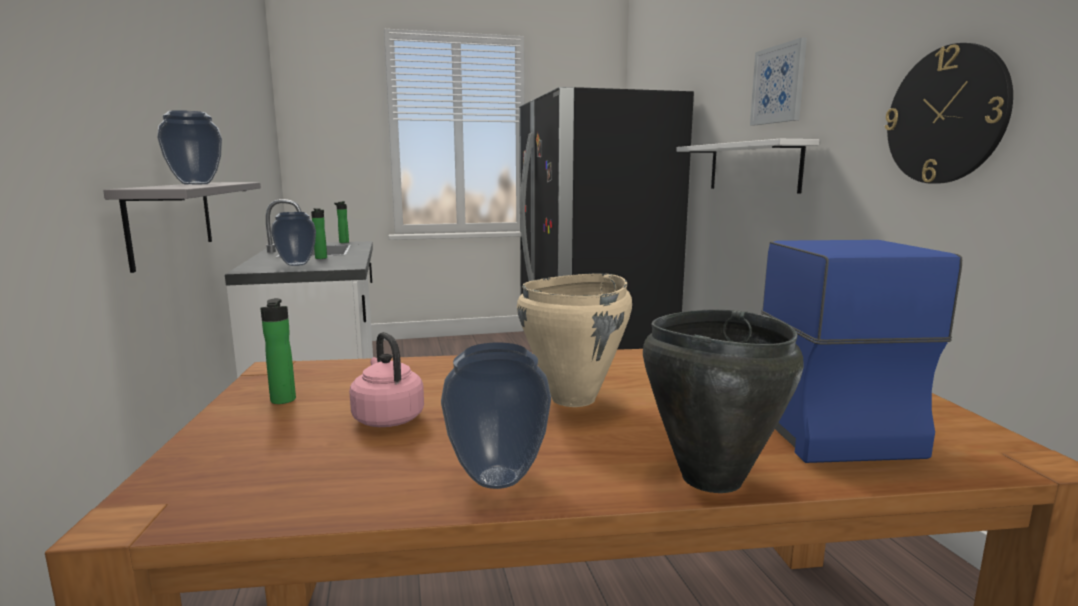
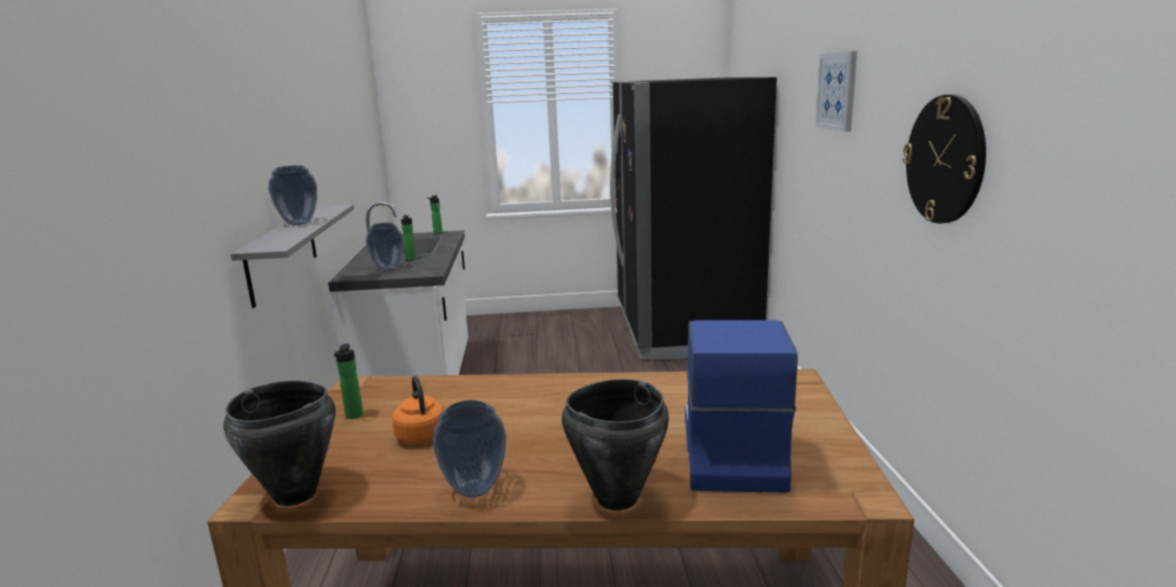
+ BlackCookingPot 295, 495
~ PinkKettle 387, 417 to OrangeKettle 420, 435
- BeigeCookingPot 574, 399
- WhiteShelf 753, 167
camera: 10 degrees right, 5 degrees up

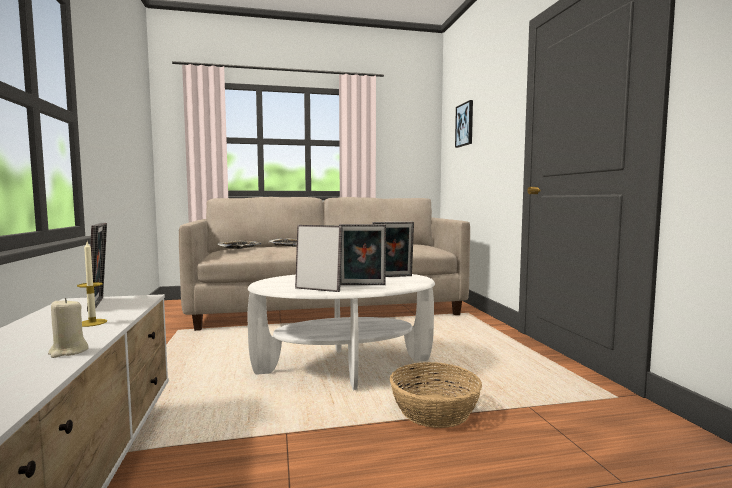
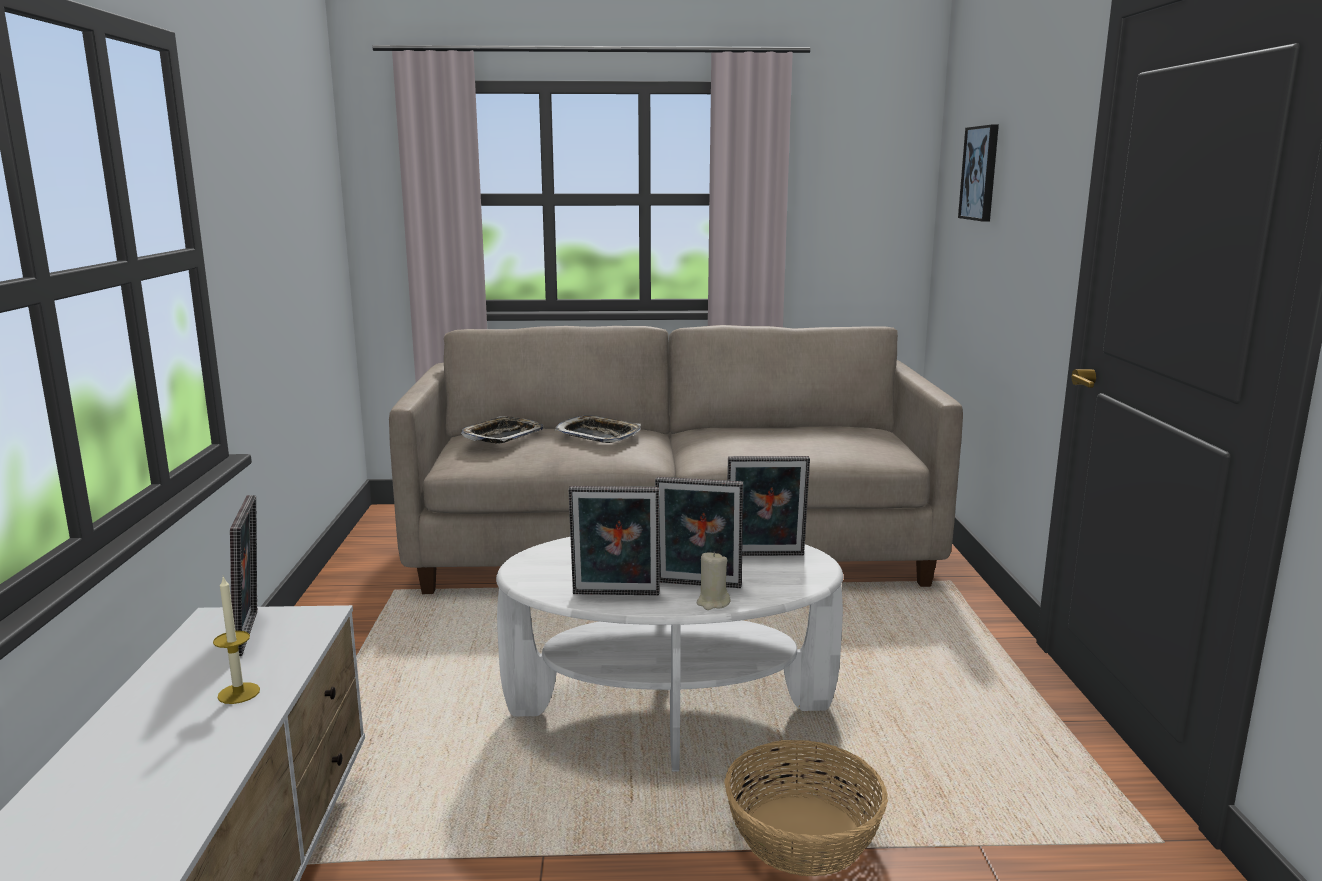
~ PictureFrame 318, 289 = 615, 595 150 degrees clockwise
~ BeigeCandle 68, 352 to 712, 603
camera: 10 degrees right, 10 degrees up

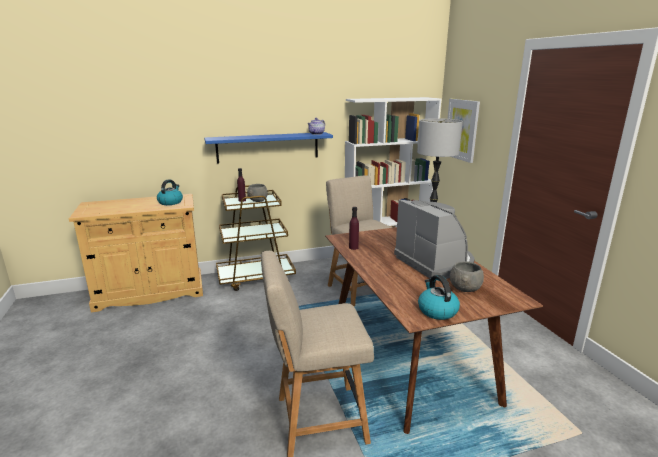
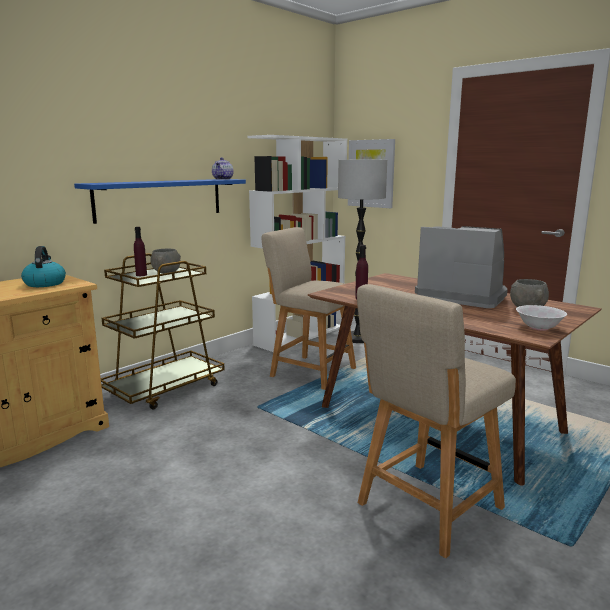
~ Kettle 437, 310 to WhiteBowl 539, 328
camera: 30 degrees left, 5 degrees down

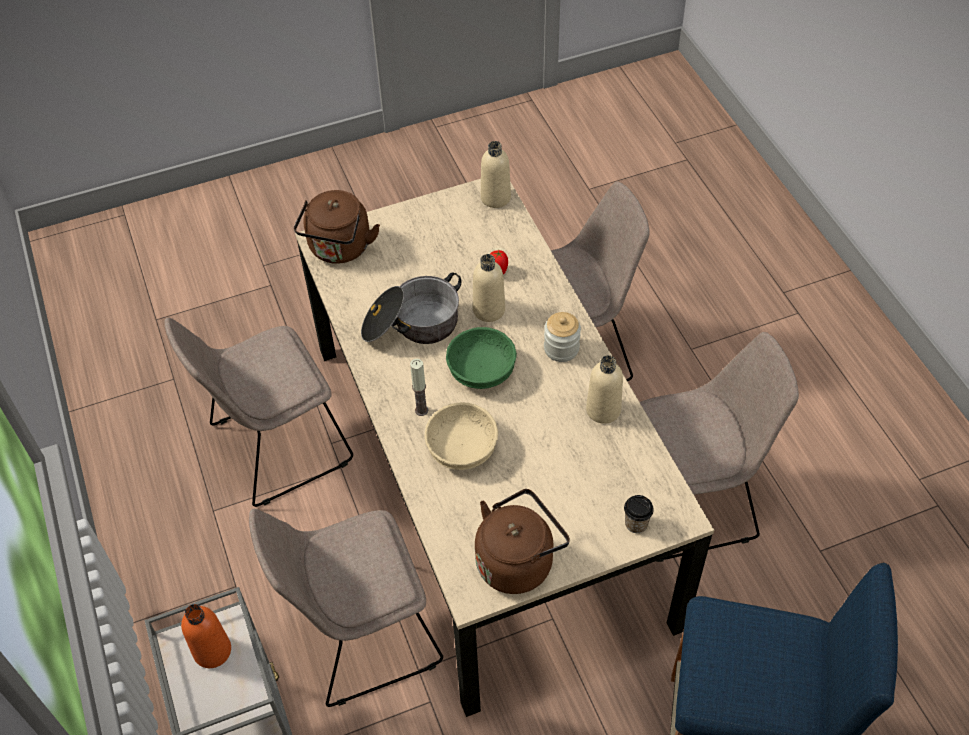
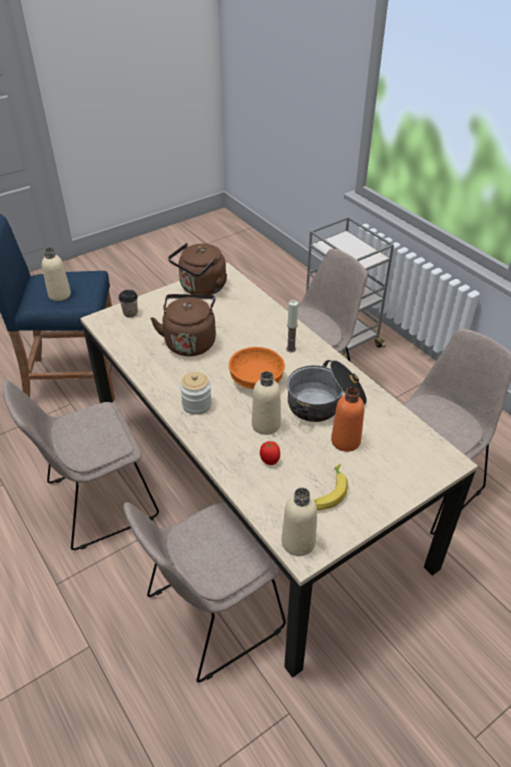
~ BeigeBottle 603, 410 to 59, 295
~ BrownKettle 339, 249 to 190, 341
~ GreenBowl 481, 369 to OrangeBowl 256, 380
+ Banana 328, 492
~ OrangeBottle 212, 651 to 345, 441
- BeigeBowl 461, 448
camera: 165 degrees right, 10 degrees down

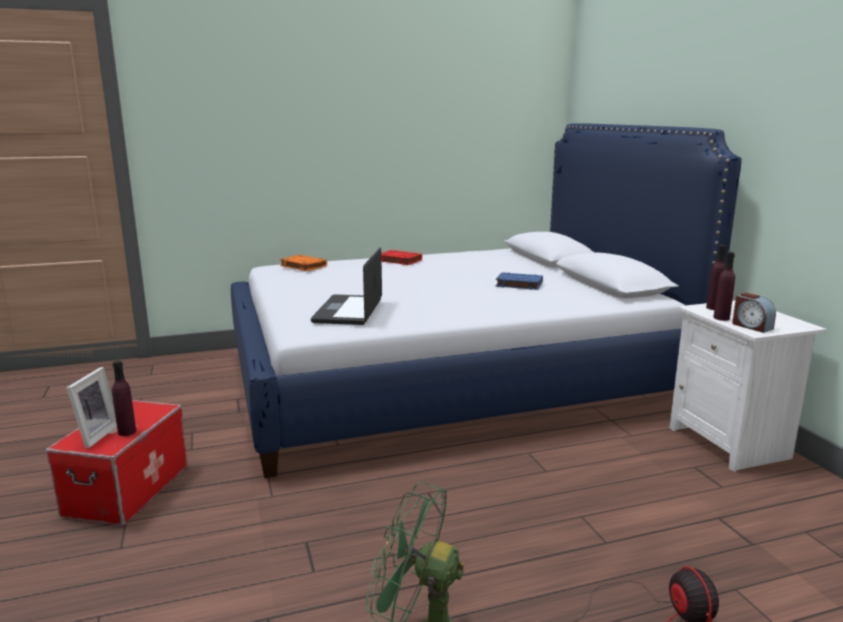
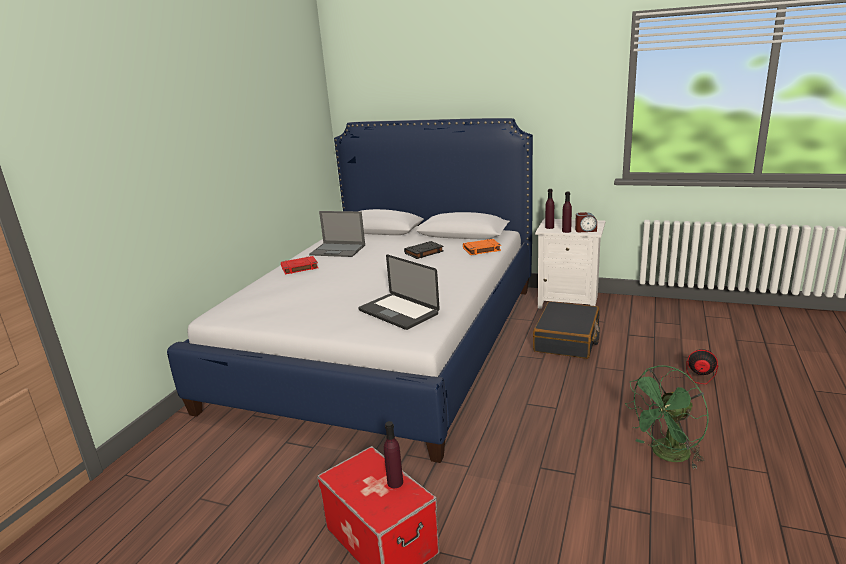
+ Laptop 338, 250
~ BlueBook 518, 284 to BlackBook 423, 252
~ OrangeBook 303, 266 to 481, 249
+ BlackSuitcase 567, 340
- PictureFrame 94, 435
camera: 50 degrees left, 5 degrees up

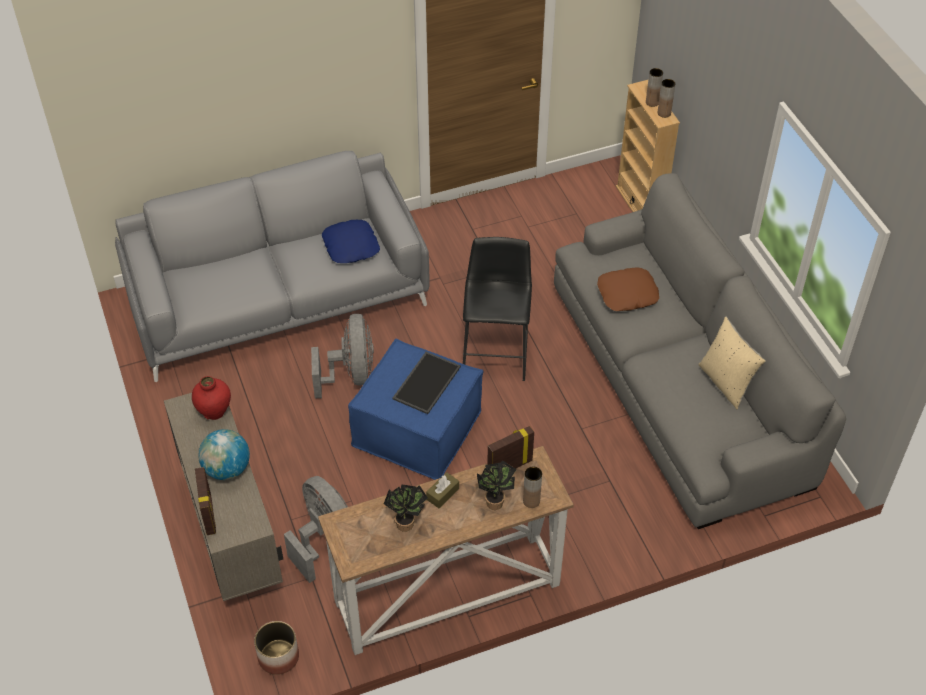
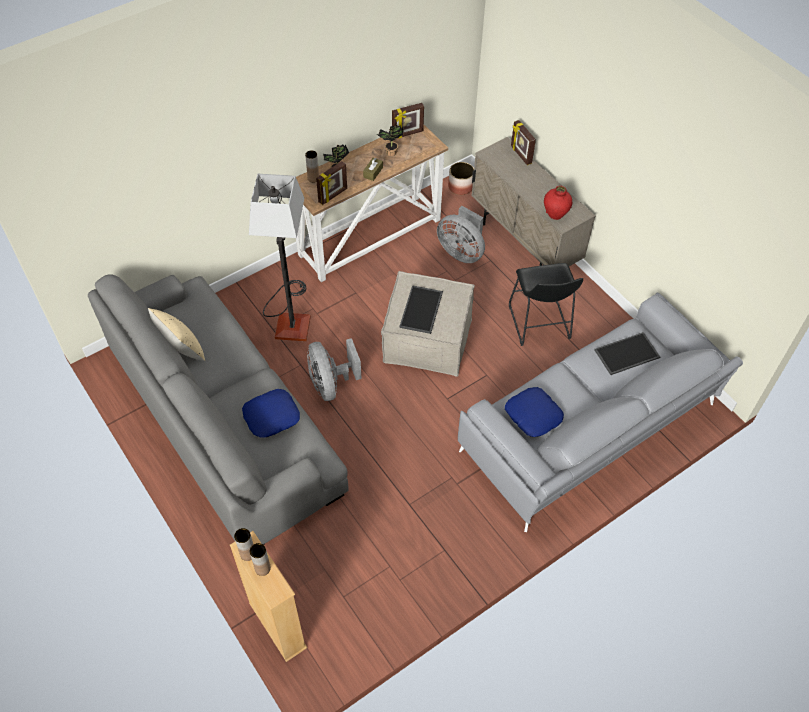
~ BrownPillow 627, 294 to BluePillow 271, 416
+ FloorLamp 291, 318
~ GreyFan 351, 374 to 330, 384
~ BlueOttoman 417, 429 to BeigeOttoman 427, 339
+ PictureFrame 407, 134
~ BlackStool 496, 350 to 539, 325
+ Tray 627, 354
- Globe 227, 469
camera: 165 degrees right, 5 degrees up

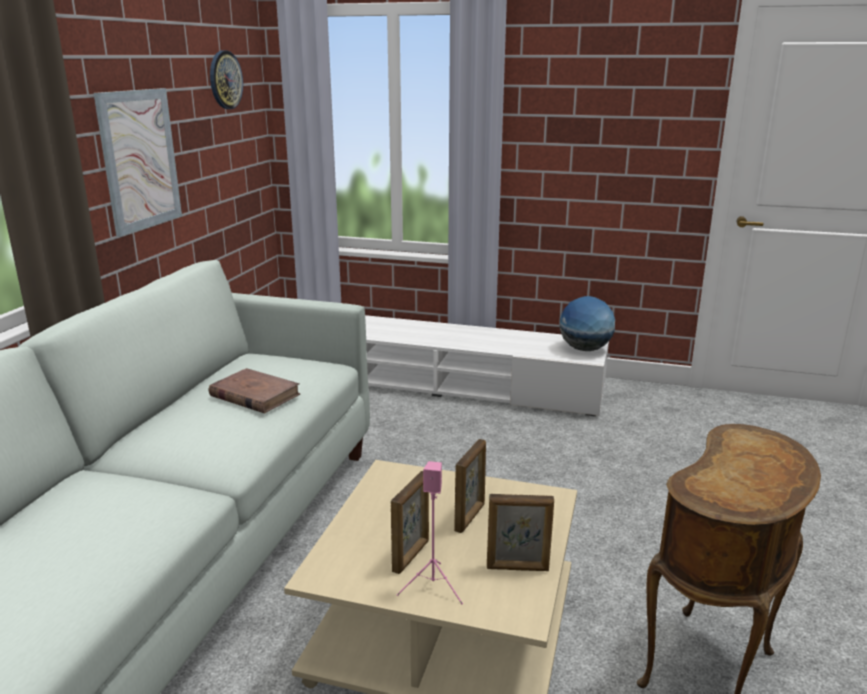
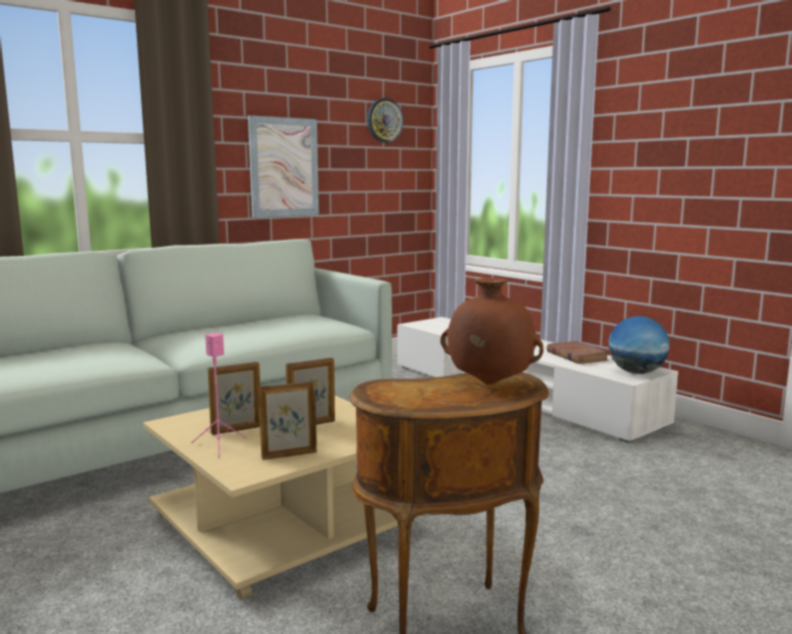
~ PictureFrame 517, 568 = 288, 455 120 degrees clockwise
+ BrownVase 488, 384
~ BrownBook 254, 395 to 576, 356
camera: 35 degrees right, 10 degrees down

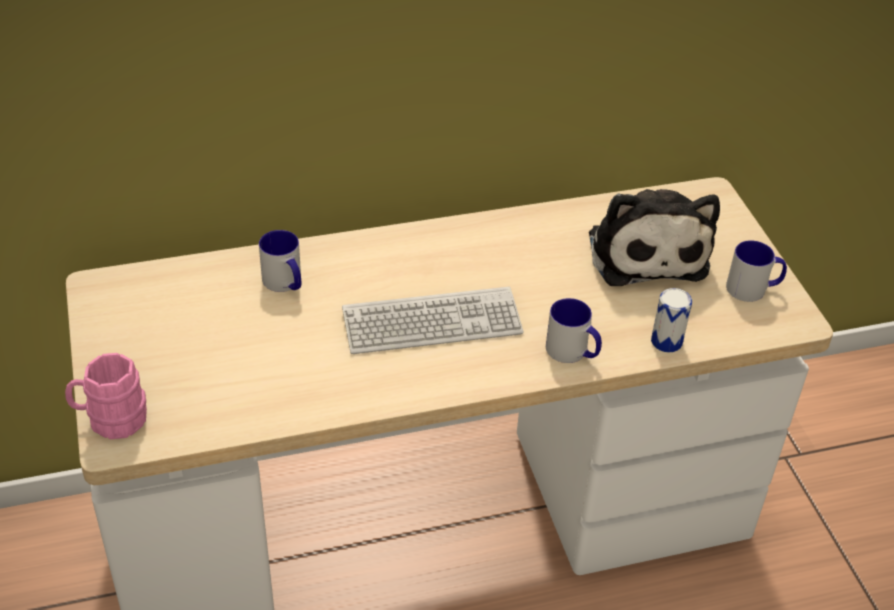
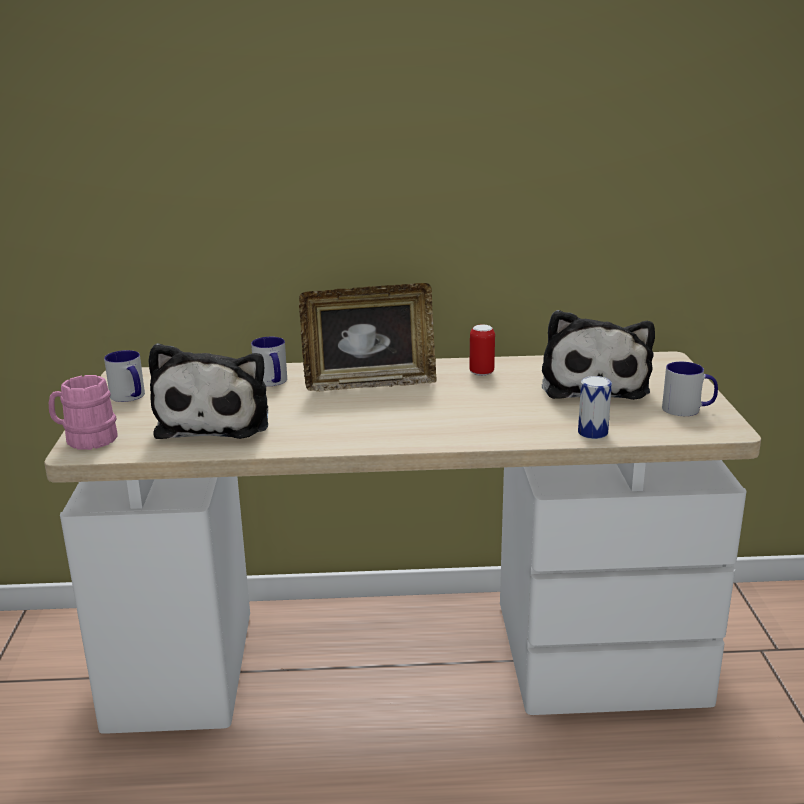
~ Mug 572, 352 to 130, 397
+ PlushToy 216, 420
+ PictureFrame 369, 383
+ Can 481, 373
- Keyboard 432, 323
camera: 15 degrees right, 20 degrees down

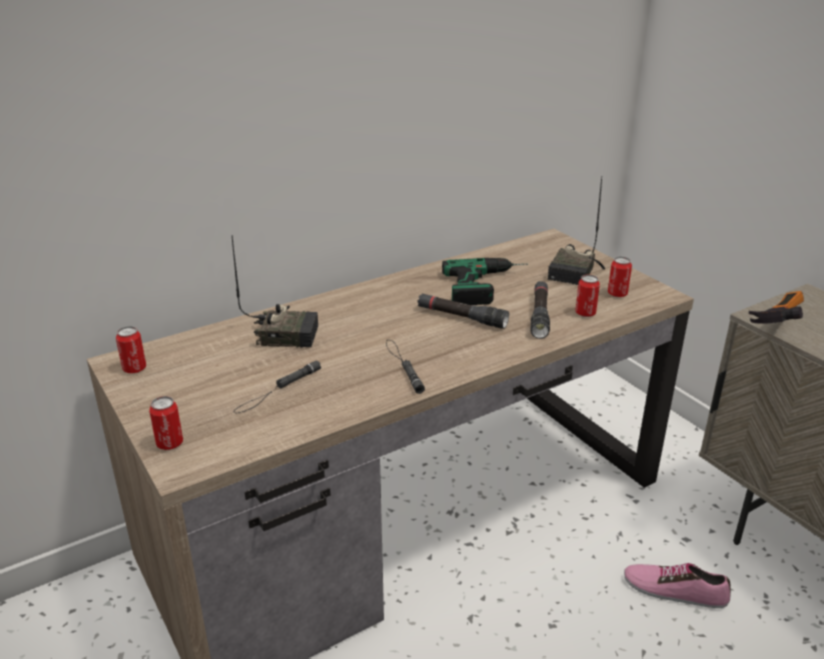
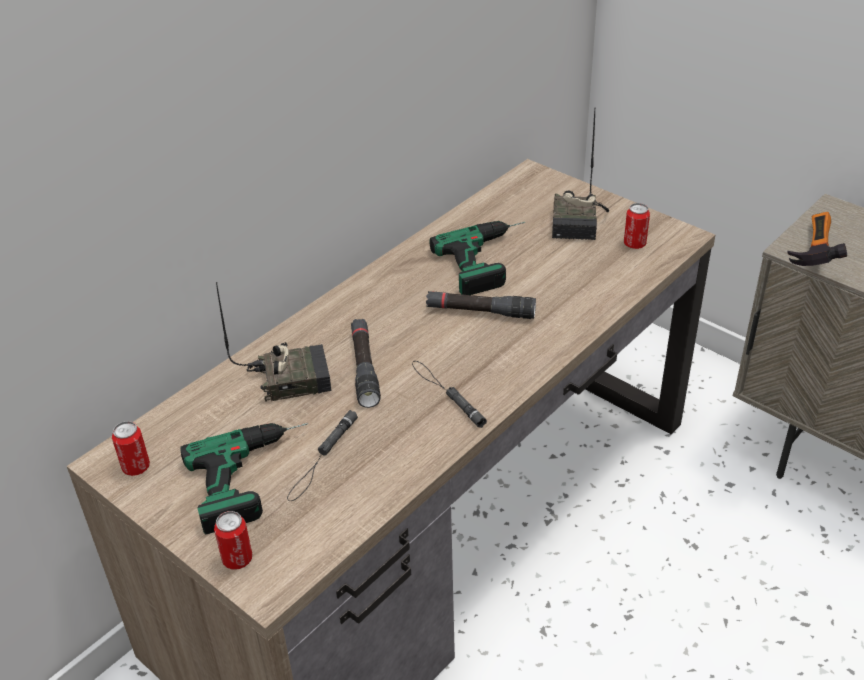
+ PowerDrill 256, 476
~ BlackFlashlight 539, 315 to 364, 368
- Can 585, 313
- Shoe 674, 590
camera: 15 degrees left, 10 degrees up

